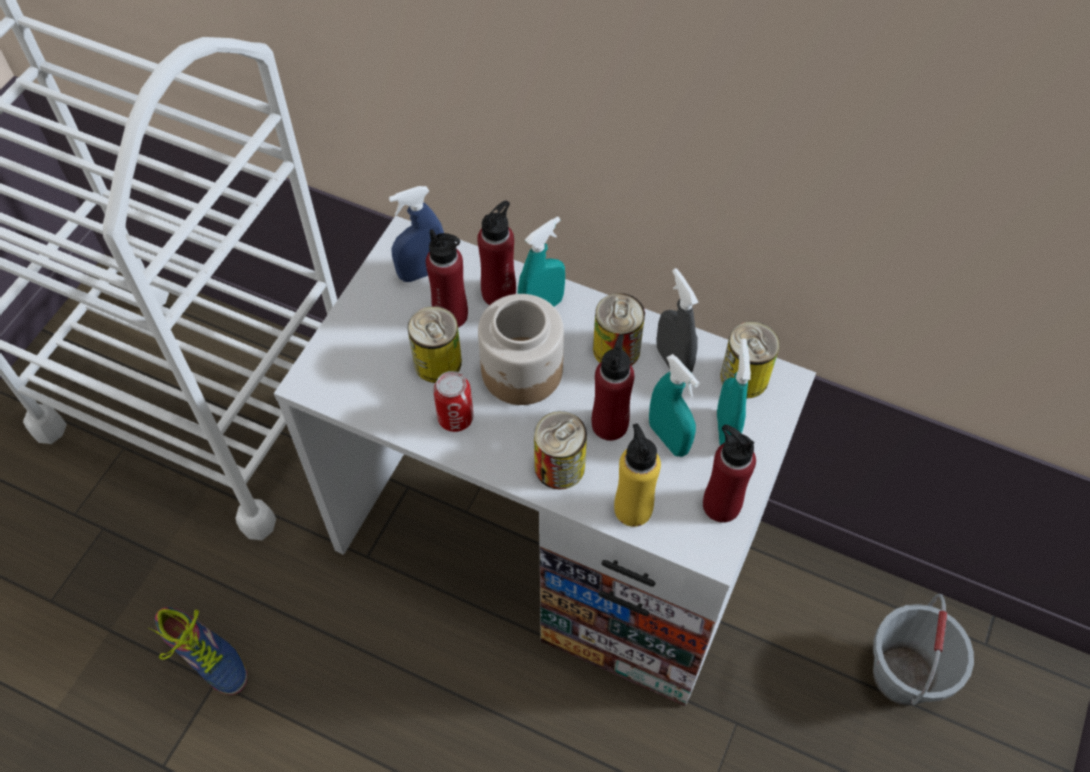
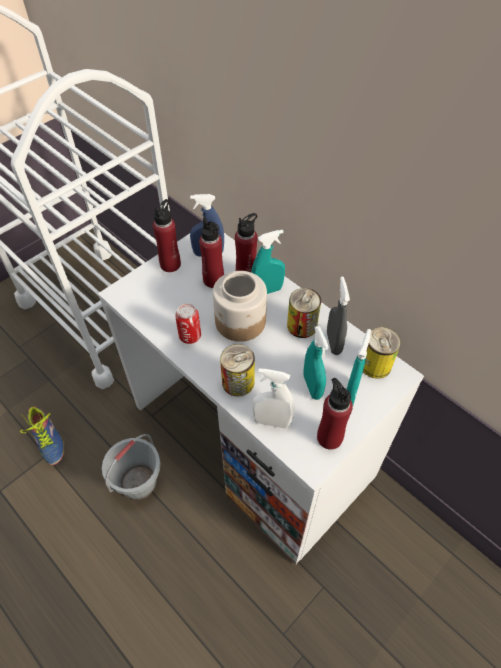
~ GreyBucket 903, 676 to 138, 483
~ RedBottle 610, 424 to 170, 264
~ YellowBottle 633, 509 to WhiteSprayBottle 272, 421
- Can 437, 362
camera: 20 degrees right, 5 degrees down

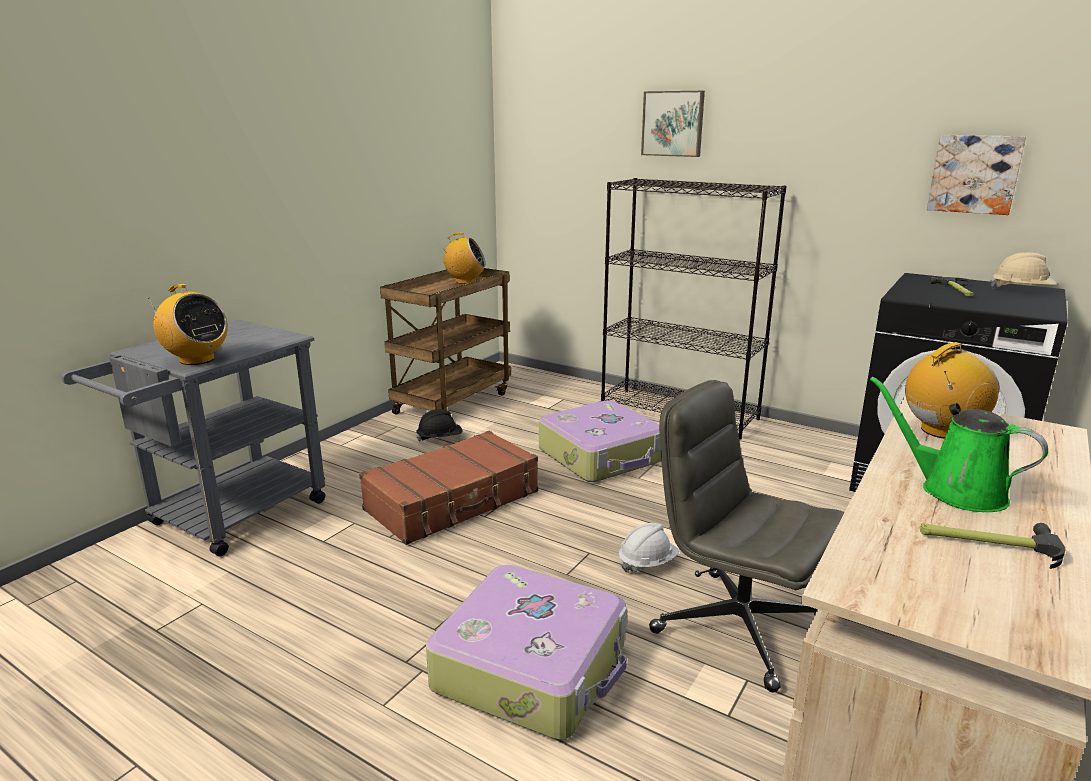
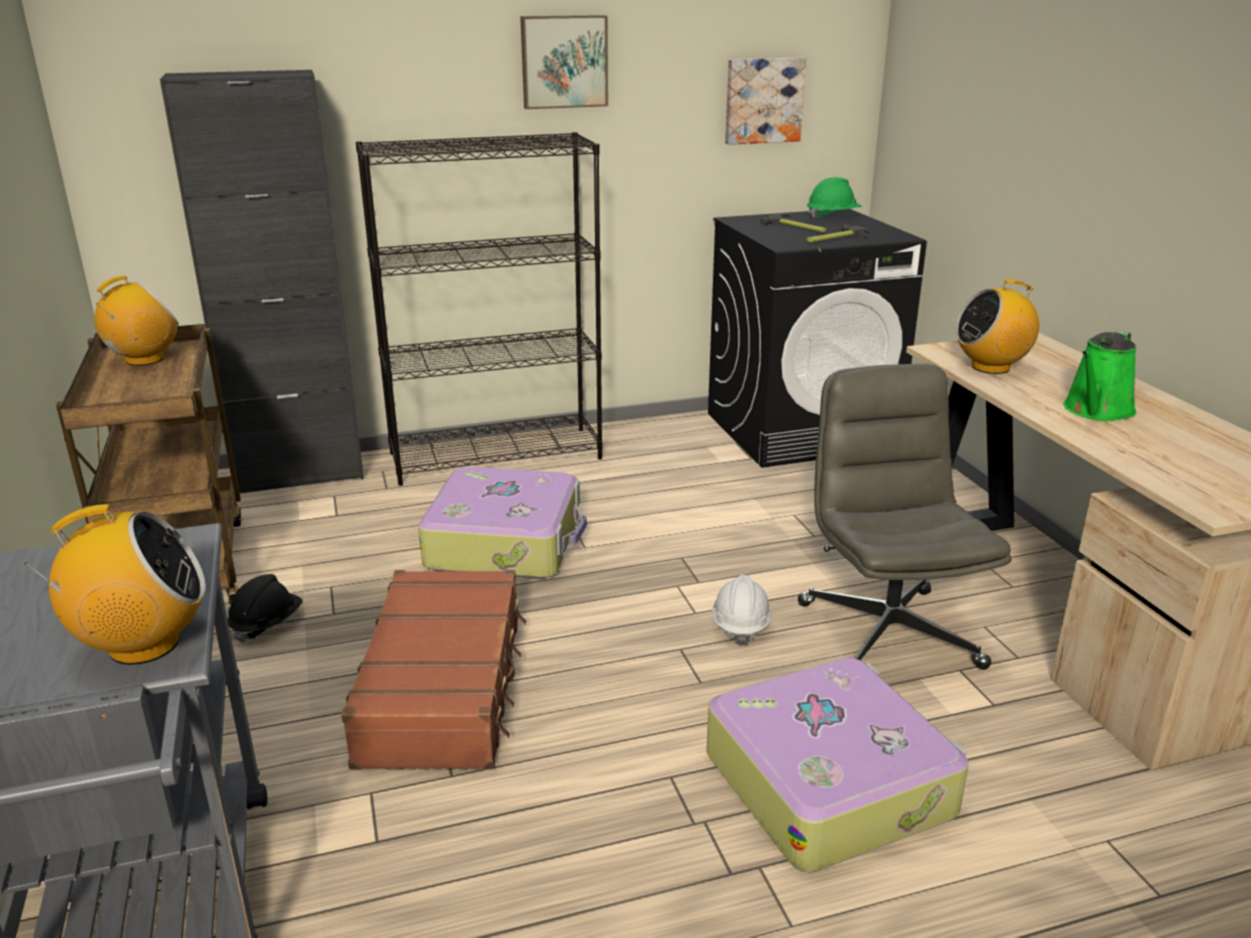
+ BlackCabinet 300, 475
~ Picture 673, 123 to 564, 61
~ GreyOfficeChair 737, 626 = 887, 633 90 degrees clockwise
~ Hammer 987, 543 to 834, 239
~ BeigeHardHat 1021, 291 to GreenHardHat 832, 217
~ Radio 941, 431 = 991, 367 120 degrees counterclockwise
~ GreenWateringCan 954, 491 = 1096, 411 45 degrees counterclockwise
camera: 50 degrees left, 5 degrees up

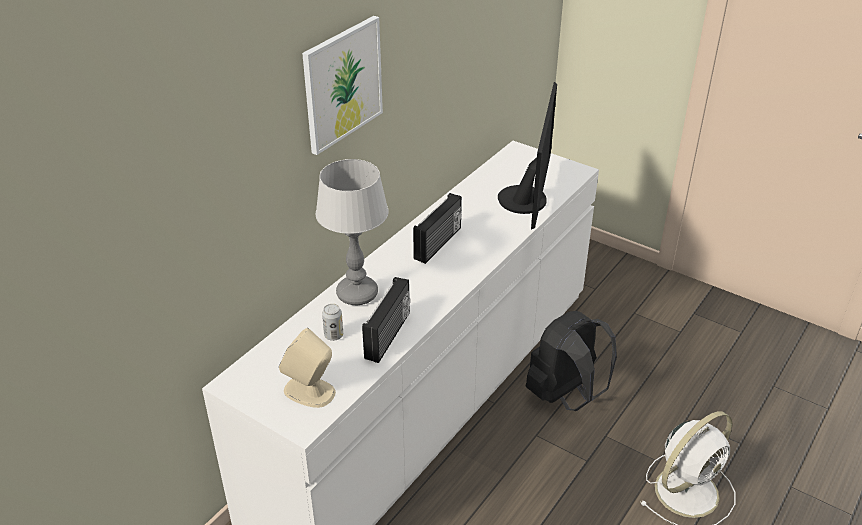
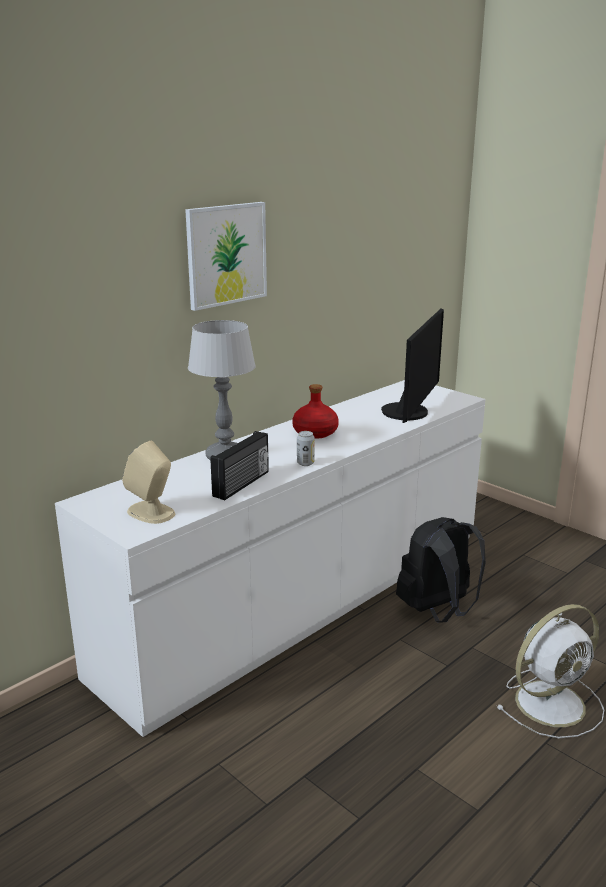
~ Radio 439, 244 to RedBottle 315, 432
~ Can 333, 335 to 305, 463
camera: 10 degrees right, 15 degrees down

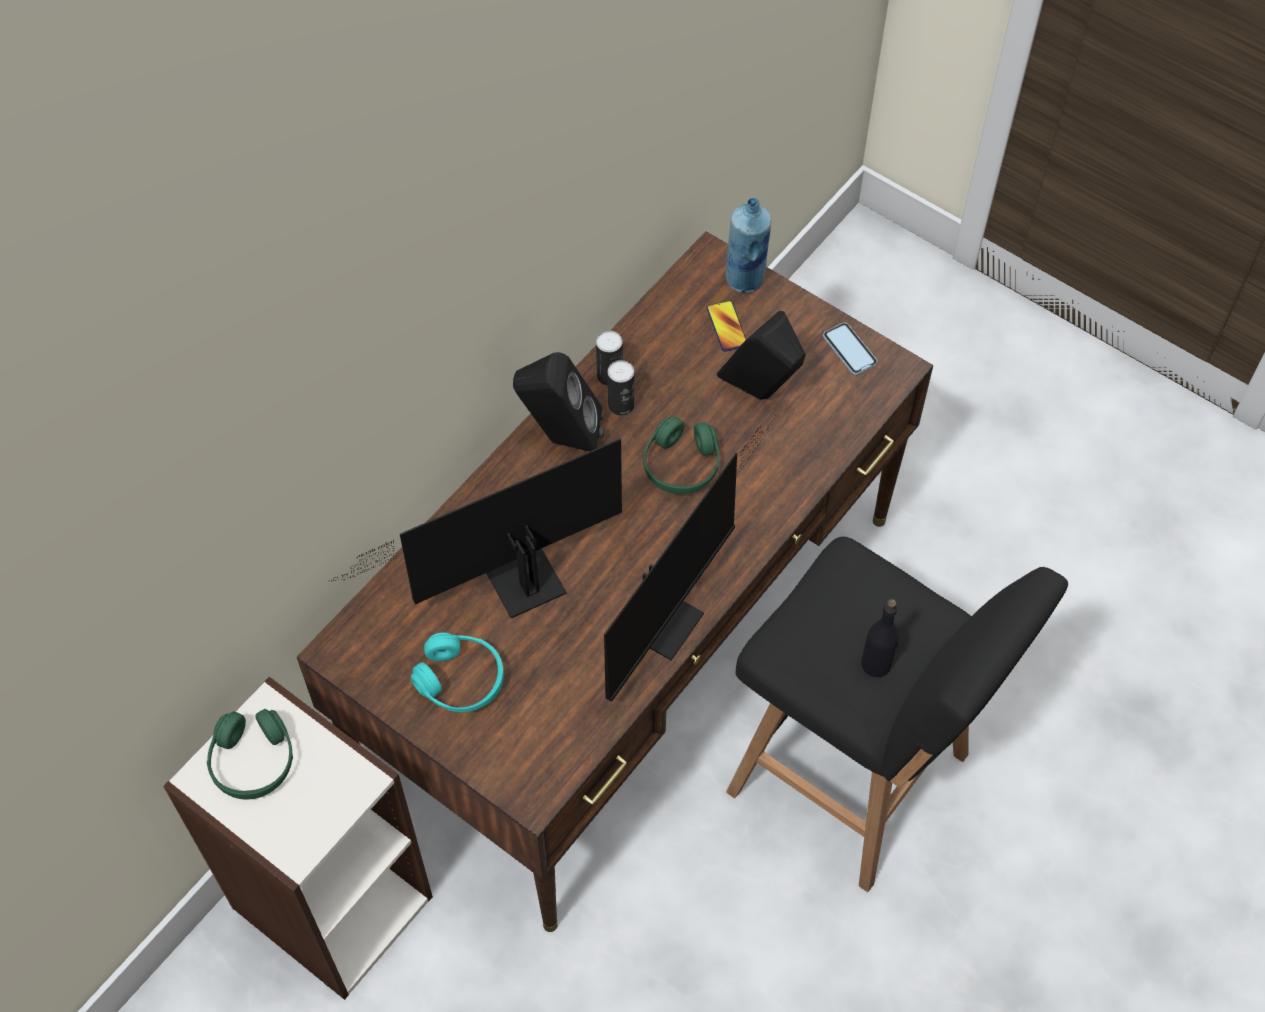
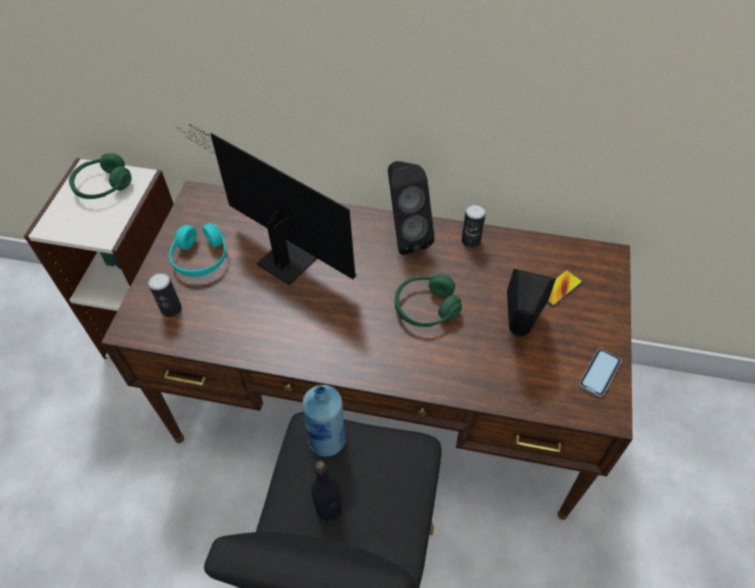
~ Can 621, 405 to 171, 309
~ BlueBottle 745, 279 to 328, 441
- Monitor 670, 614
camera: 65 degrees right, 5 degrees down

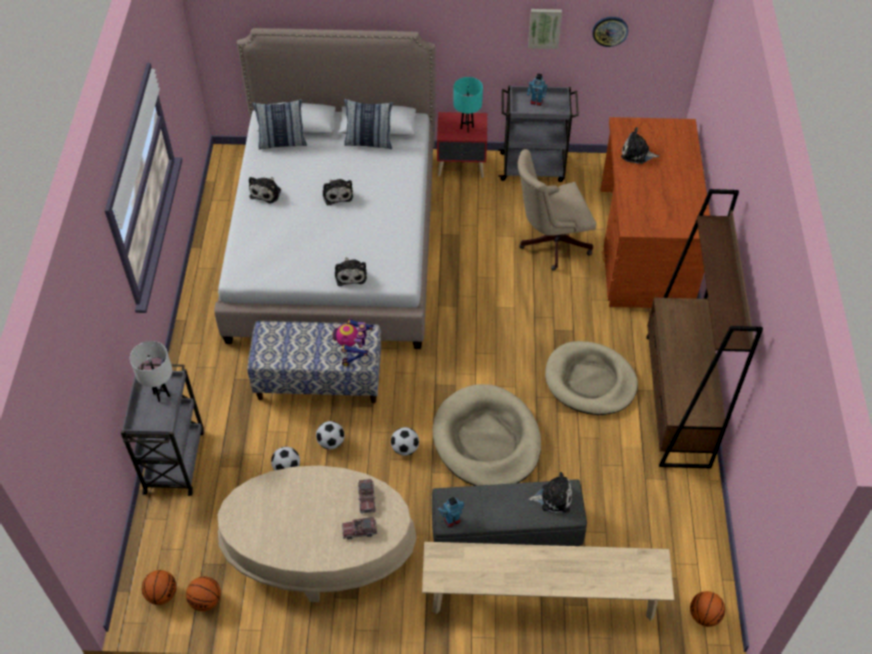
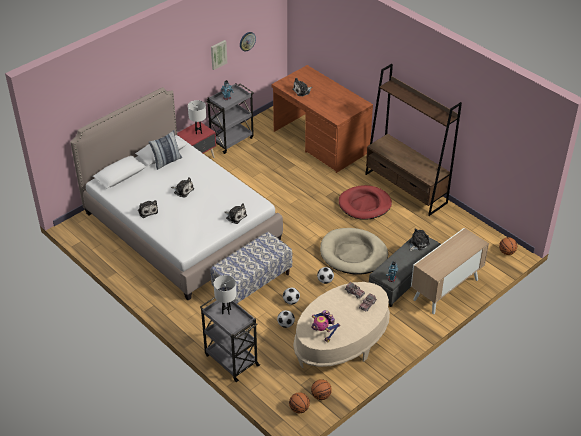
~ TurquoiseTableLamp 466, 128 to WhiteTableLamp 198, 132
~ ToyRobot 354, 352 to 323, 333
~ BeigeDogBed 590, 381 to RedDogBed 365, 204
~ BeigeBench 542, 596 to Cabinet 446, 290
- Pillow 282, 142
- BeigeOfficeChair 550, 243
camera: 45 degrees left, 10 degrees down

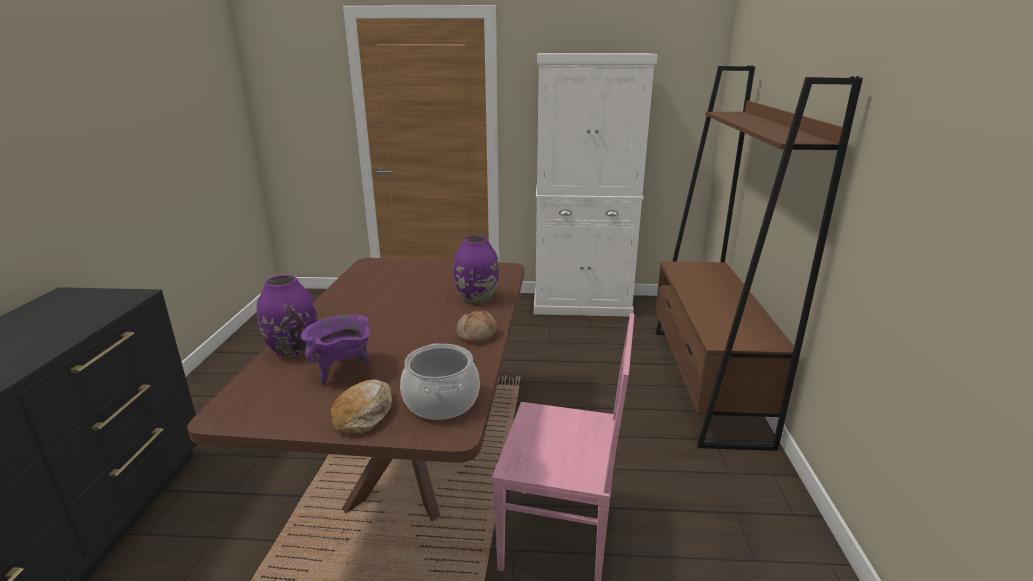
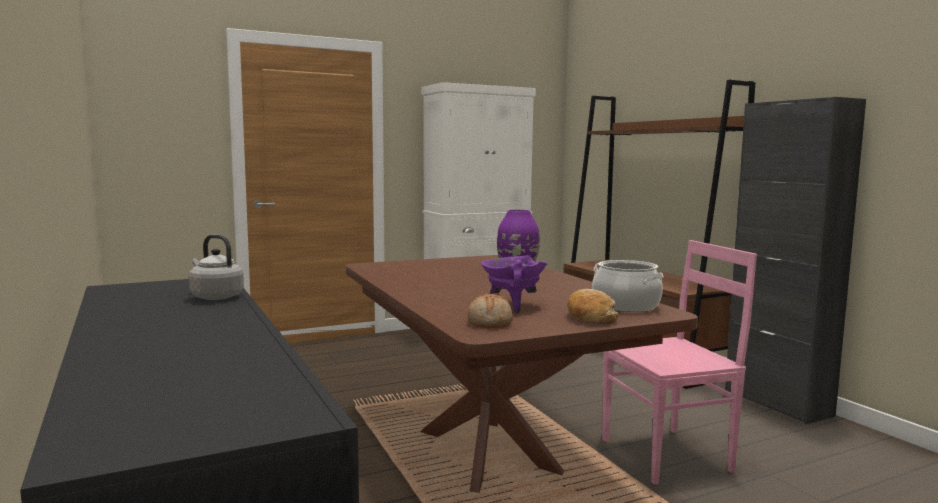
+ GreyKettle 215, 297
~ Bread 477, 335 to 491, 322
+ BlackCabinet 777, 403
- PurpleVase 293, 349
camera: 30 degrees left, 15 degrees down

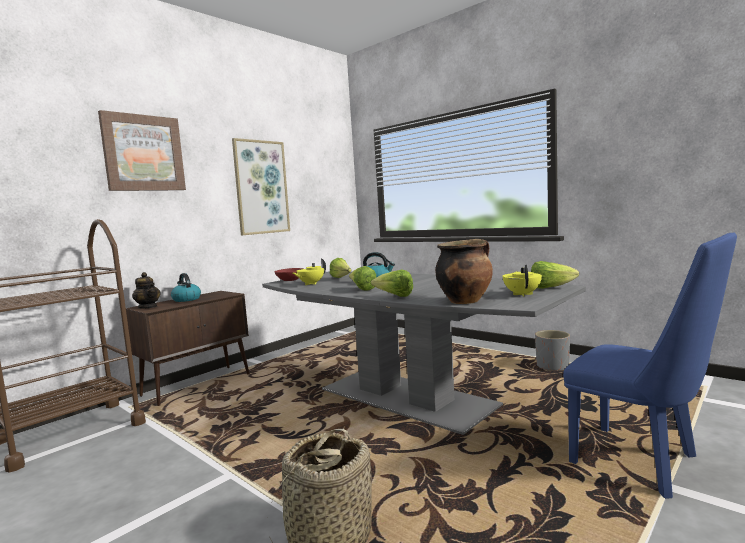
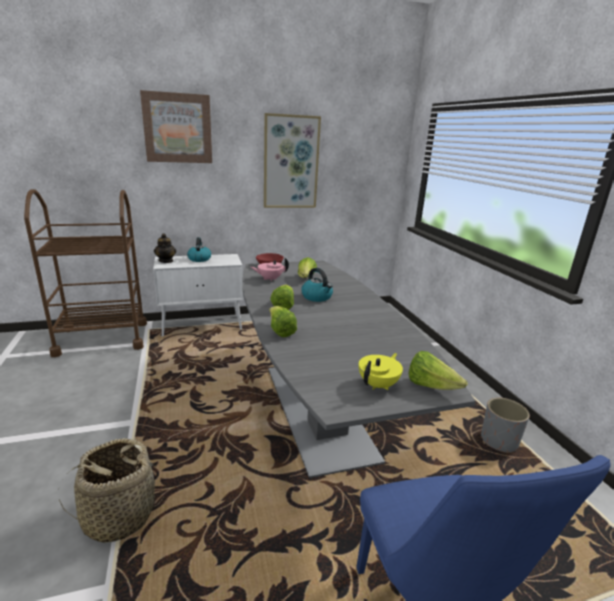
~ BrownCabinet 198, 384 to WhiteCabinet 203, 326
~ YellowTeapot 310, 284 to PinkTeapot 270, 279
- CookingPot 465, 301
camera: 30 degrees right, 15 degrees up

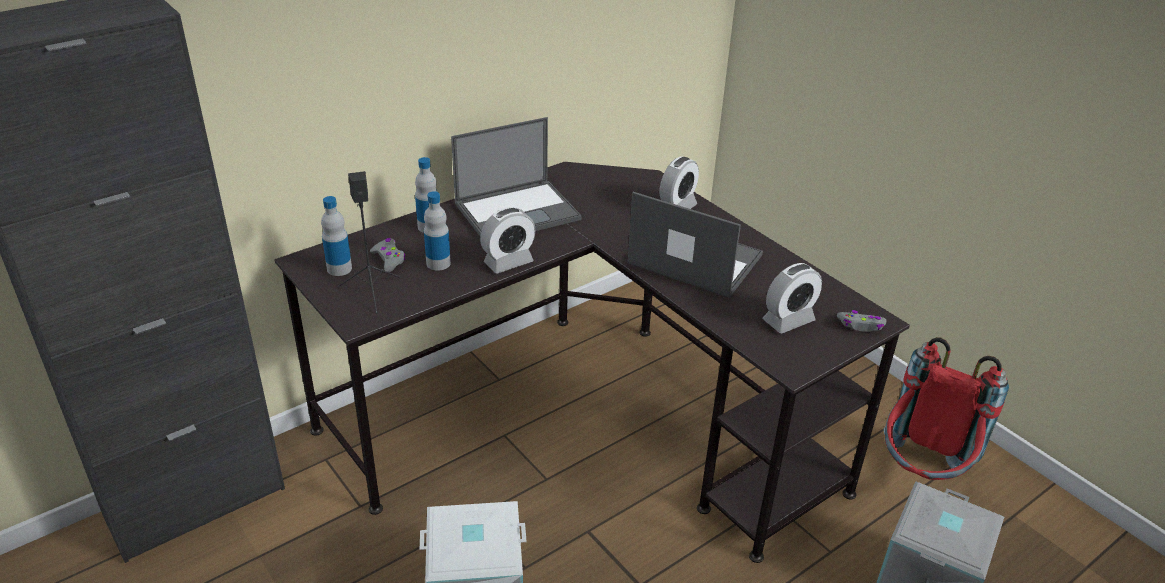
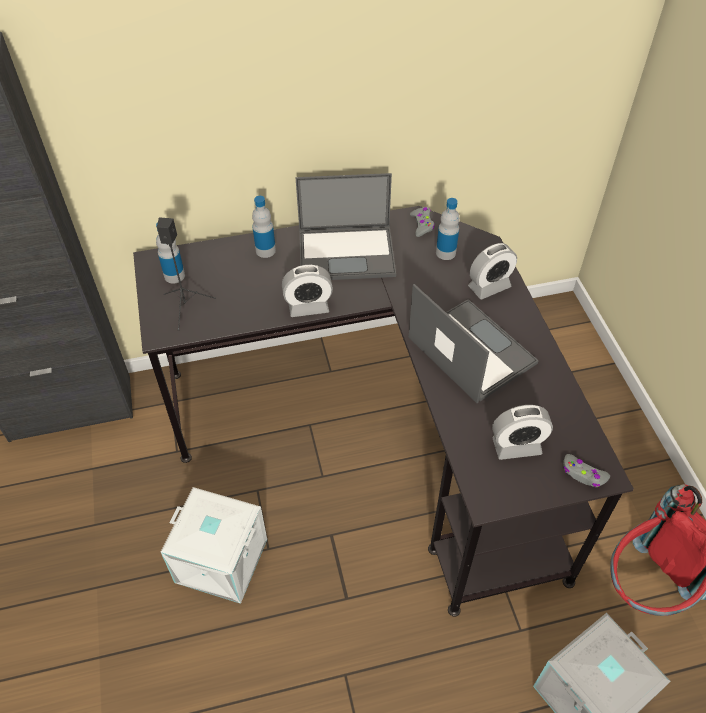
~ GreyGameController 389, 259 to 422, 225
~ Bottle 438, 263 to 445, 253
camera: 25 degrees right, 15 degrees up

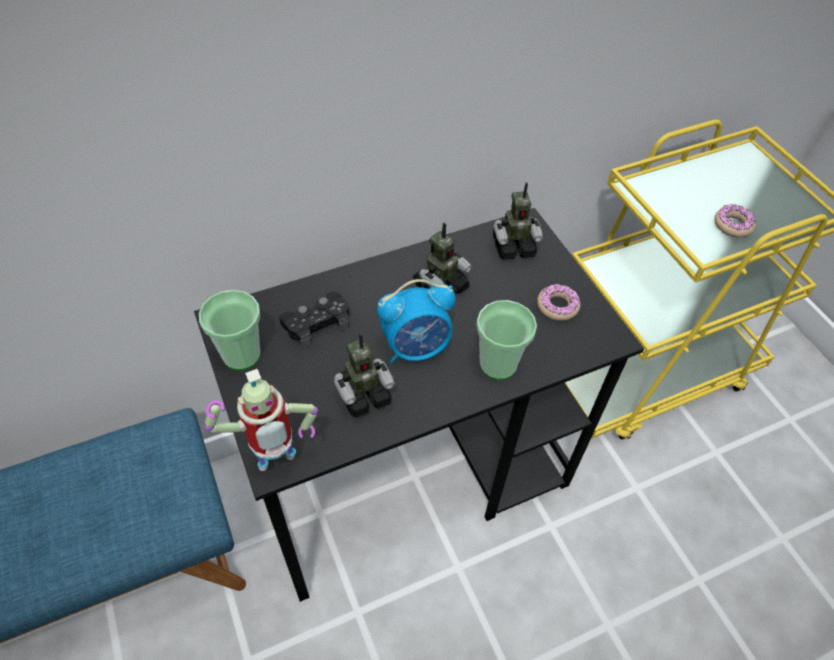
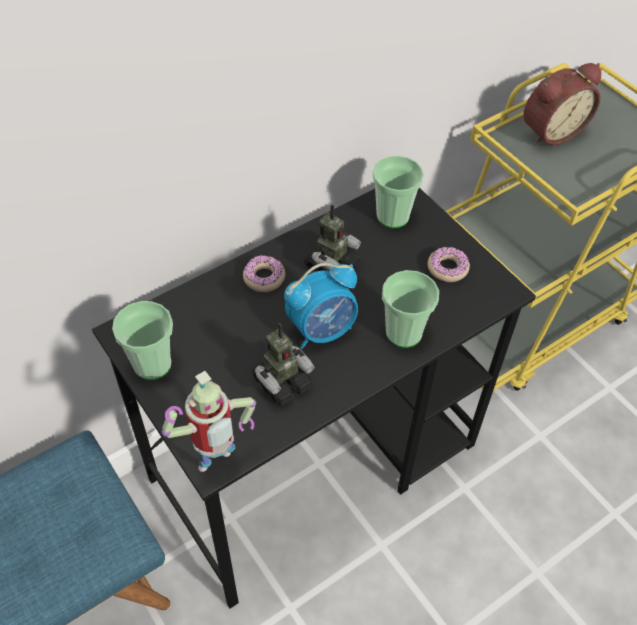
~ Donut 732, 225 to 264, 278
~ ToyRobot 513, 247 to Cup 392, 216
+ AlarmClock 550, 131
- BlackGameController 317, 323
camera: 10 degrees left, 0 degrees up

